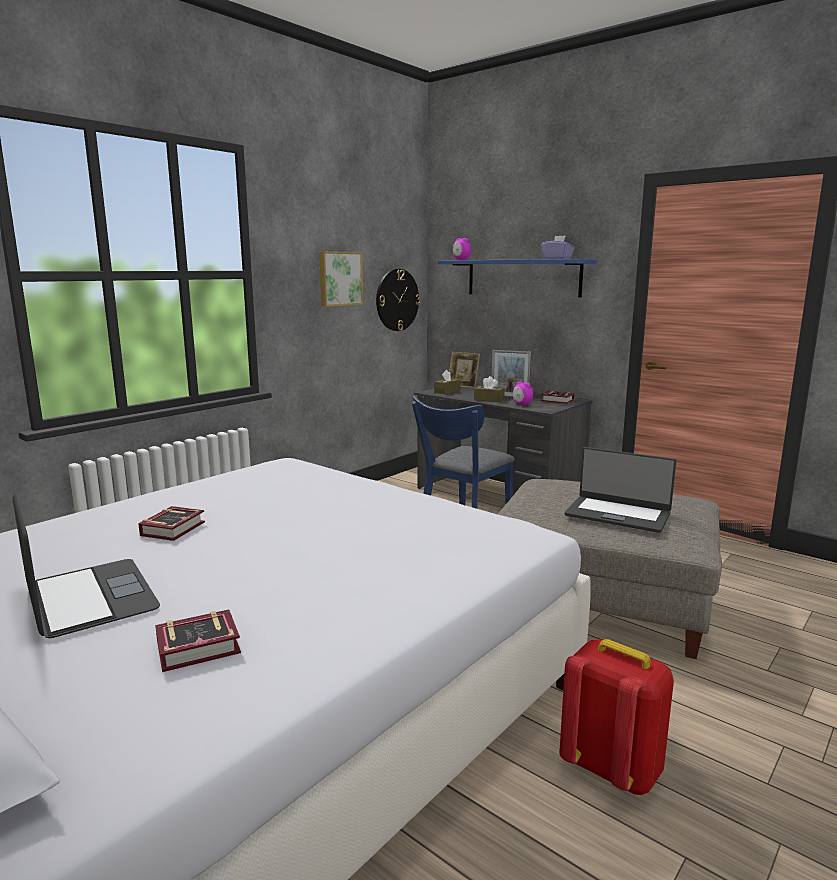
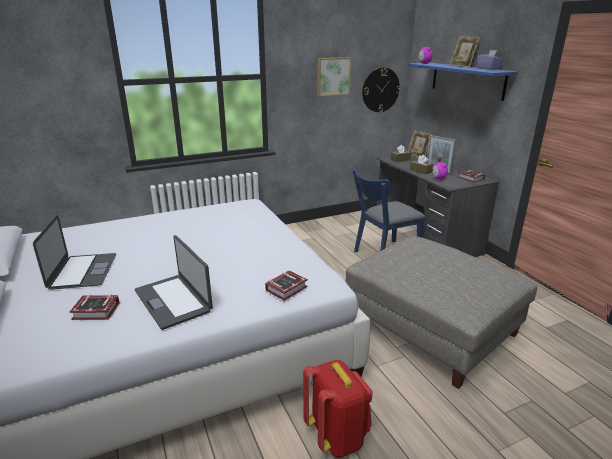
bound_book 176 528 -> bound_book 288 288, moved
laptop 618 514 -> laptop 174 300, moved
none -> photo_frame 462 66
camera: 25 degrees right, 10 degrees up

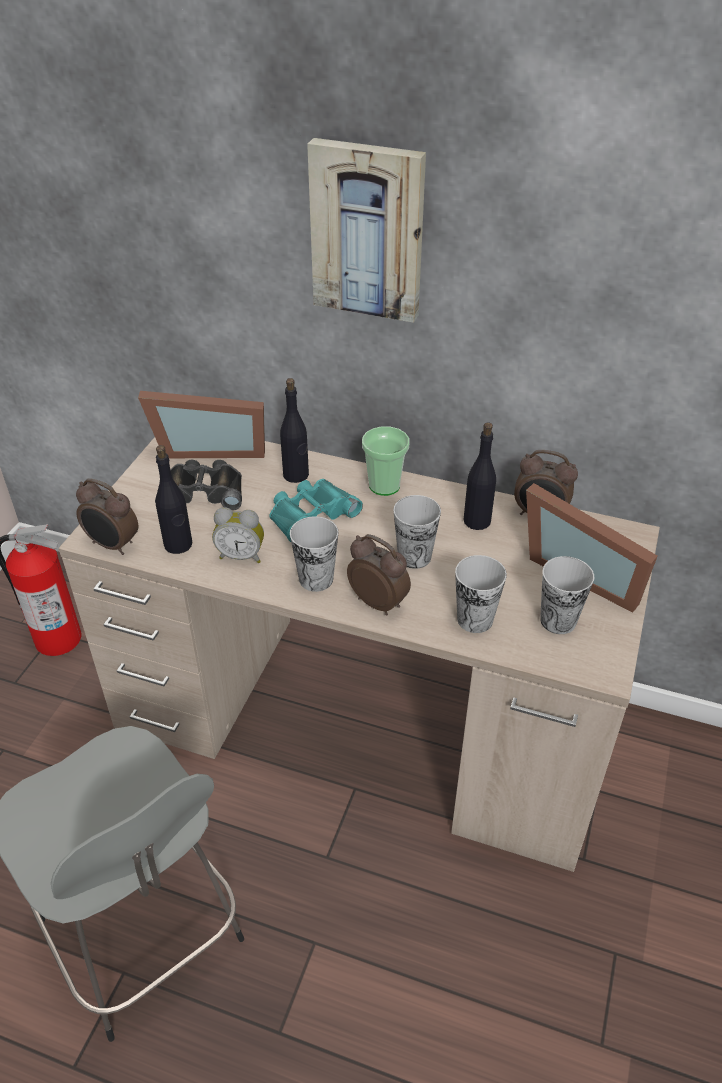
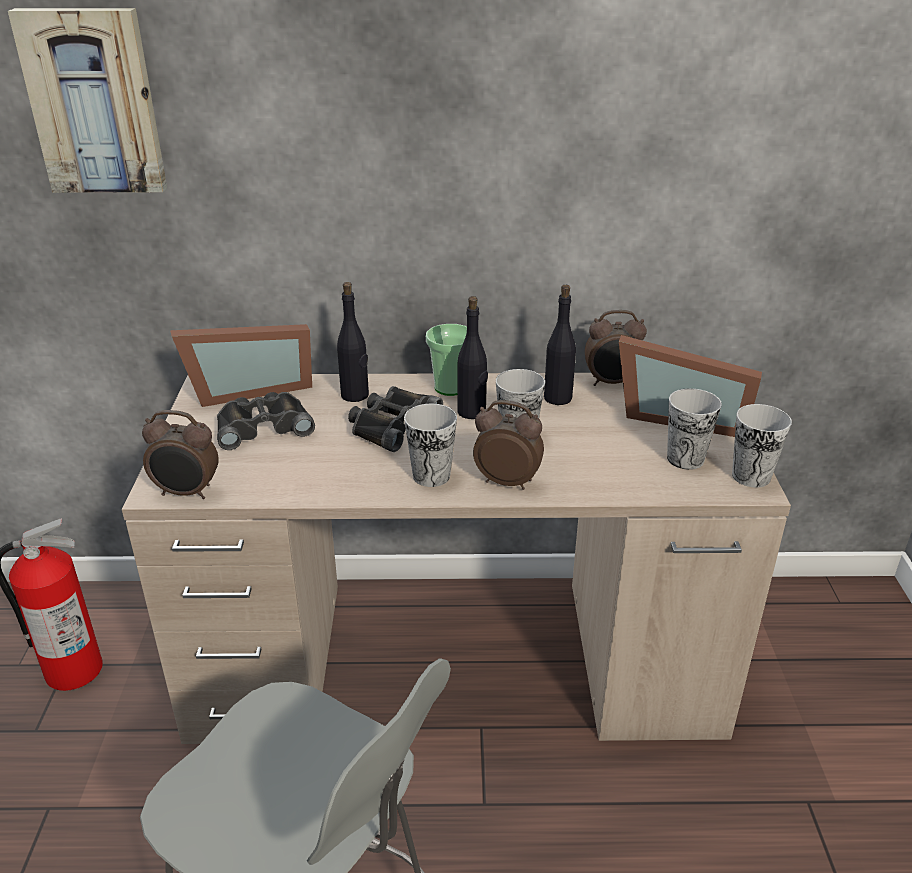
blackish_beverage_bottle 178 545 -> blackish_beverage_bottle 472 412, moved
bedside_clock 241 555 -> none
blue-green_field_glasses 310 515 -> blackish_field_glasses 391 424
wall_art 368 230 -> wall_art 95 102, moved
cup 475 619 -> cup 751 476, moved
camera: 20 degrees left, 10 degrees down

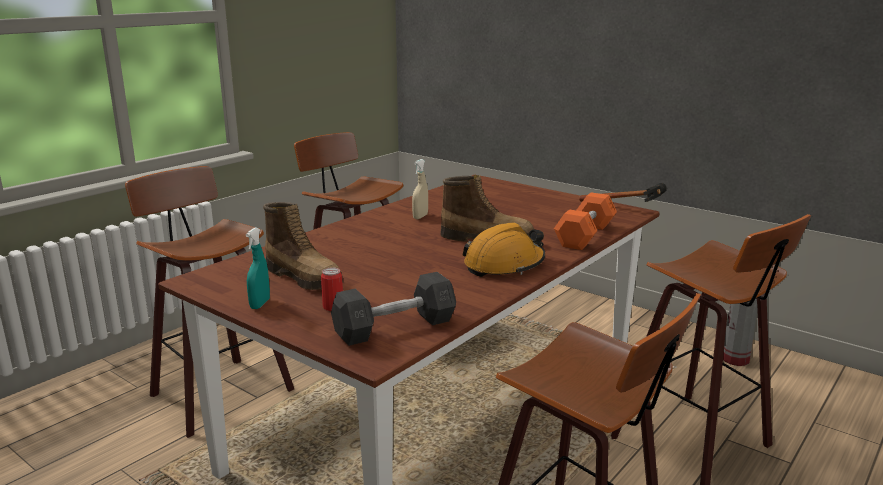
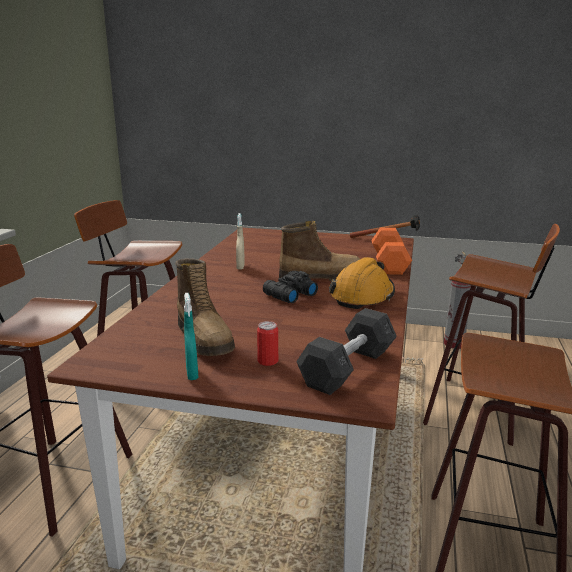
high-top_boot 305 278 -> high-top_boot 206 339, 45 degrees clockwise
none -> blackish_field_glasses 288 295
camera: 25 degrees left, 0 degrees up

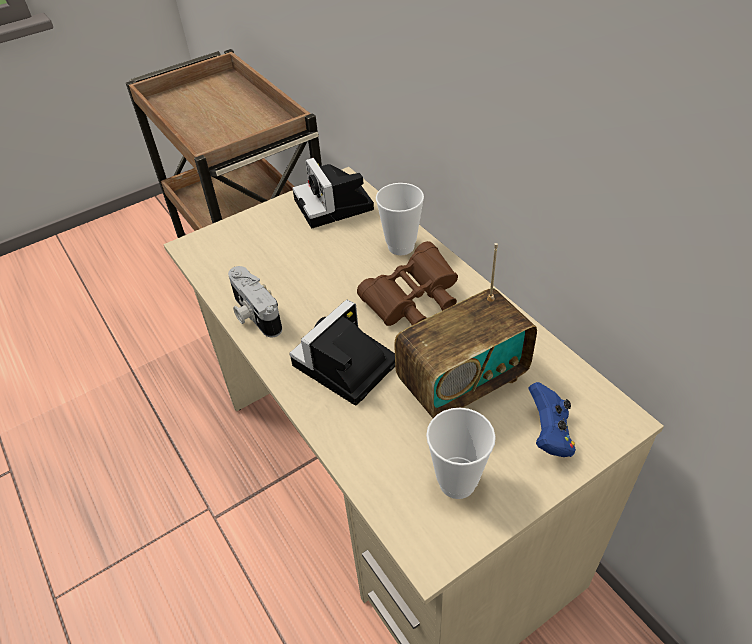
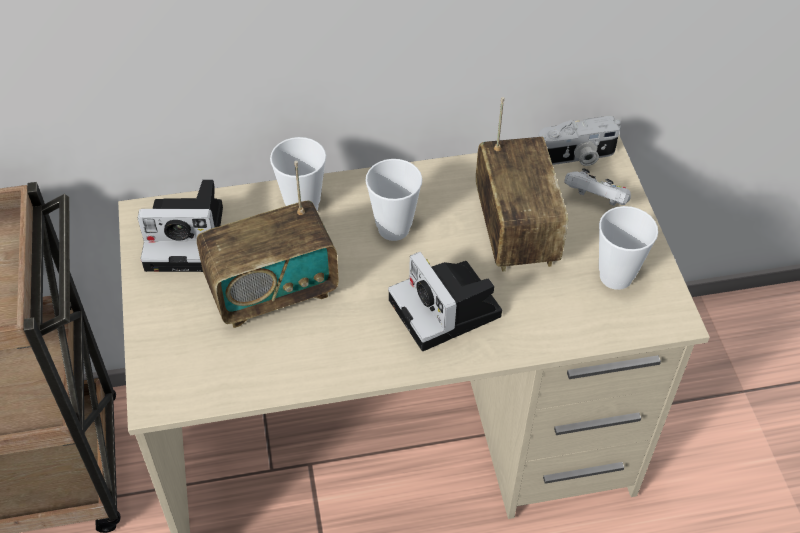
photo_camera 254 314 -> photo_camera 576 157, moved
brown-coloured_field_glasses 412 303 -> cup 393 228
blue-coloured_gamepad 549 434 -> white_gamepad 596 200
none -> radio_receiver 272 291
camera: 70 degrees left, 5 degrees up

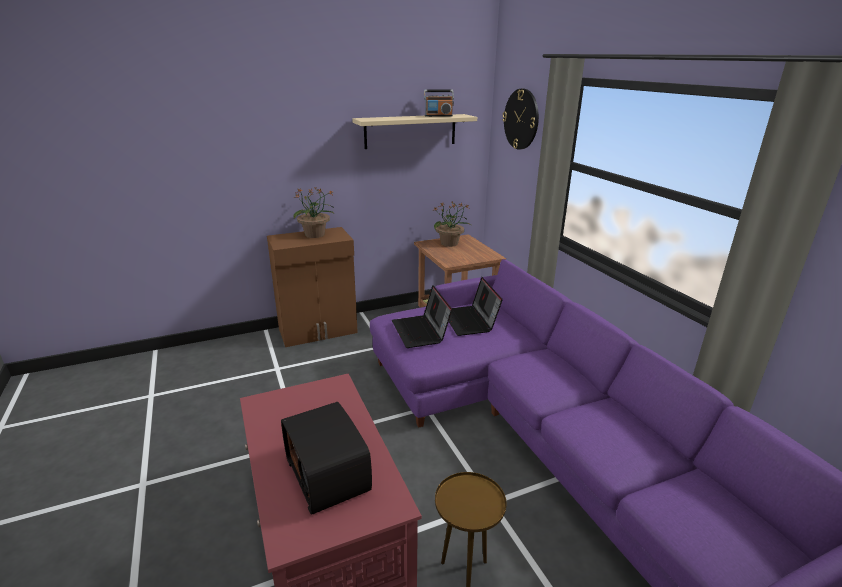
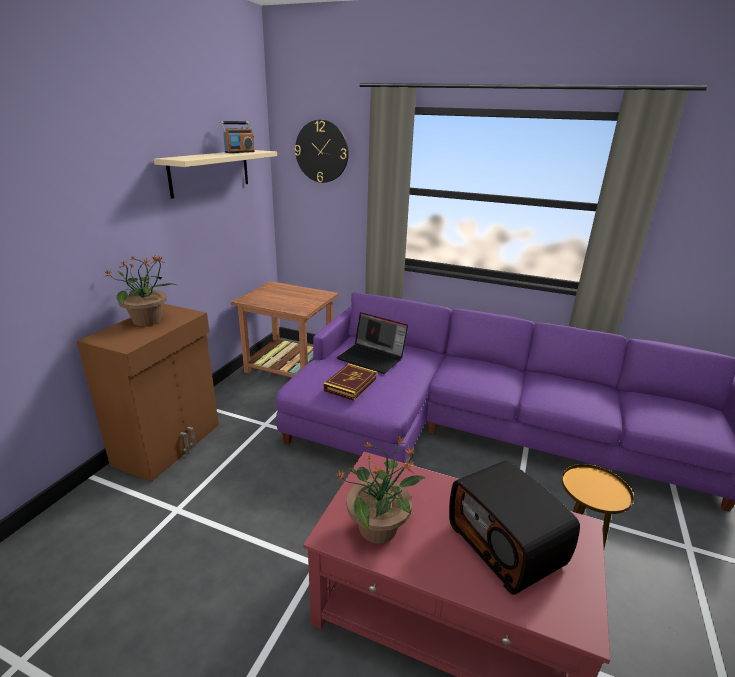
radio_receiver 329 475 -> radio_receiver 506 544, 45 degrees clockwise
laptop 421 332 -> bound_book 351 384
houseplant 450 243 -> houseplant 379 527, moved
camera: 45 degrees left, 0 degrees up

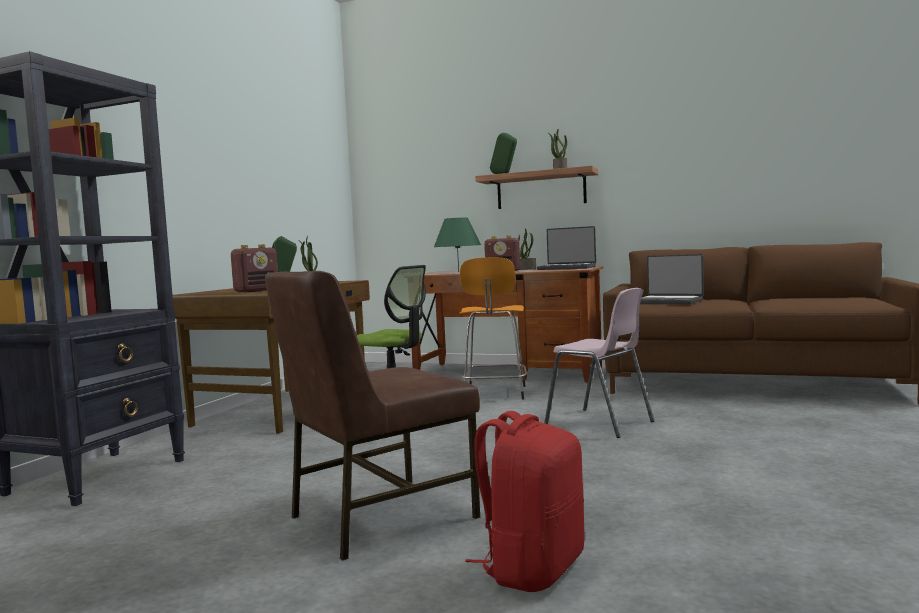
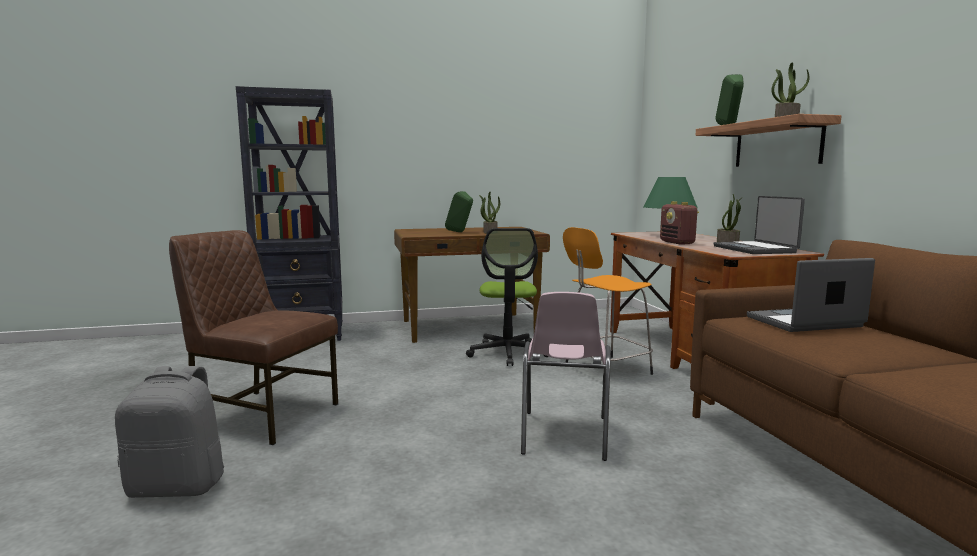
radio_receiver 257 291 -> none
red_backpack 532 568 -> gray_backpack 179 486
laptop 668 301 -> laptop 805 322, 75 degrees clockwise
camera: 55 degrees right, 5 degrees up

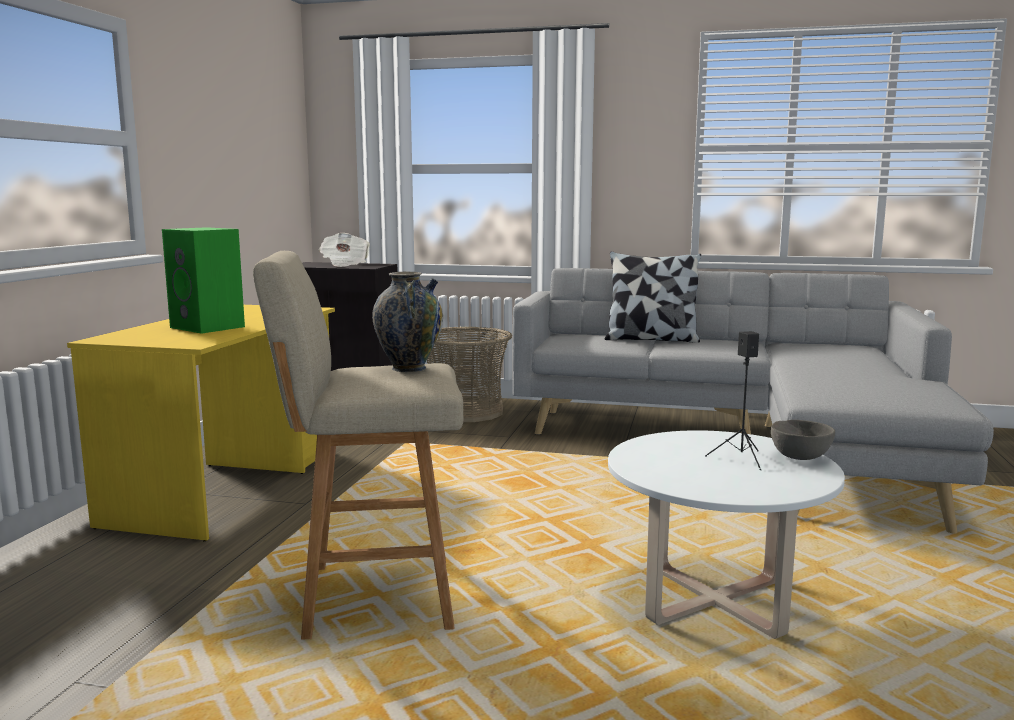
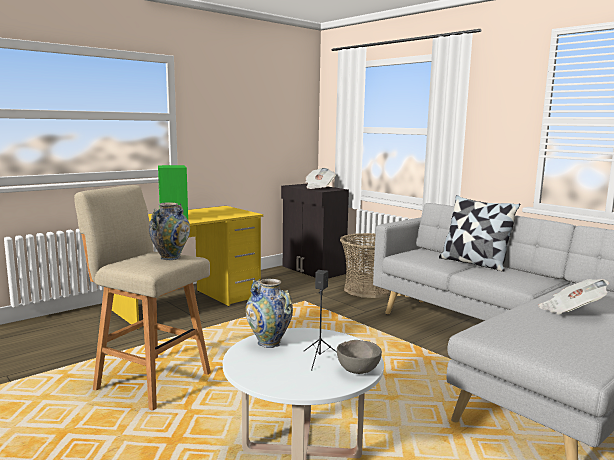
none -> flower_vase 269 343
none -> newspaper 571 311
camera: 35 degrees right, 0 degrees up

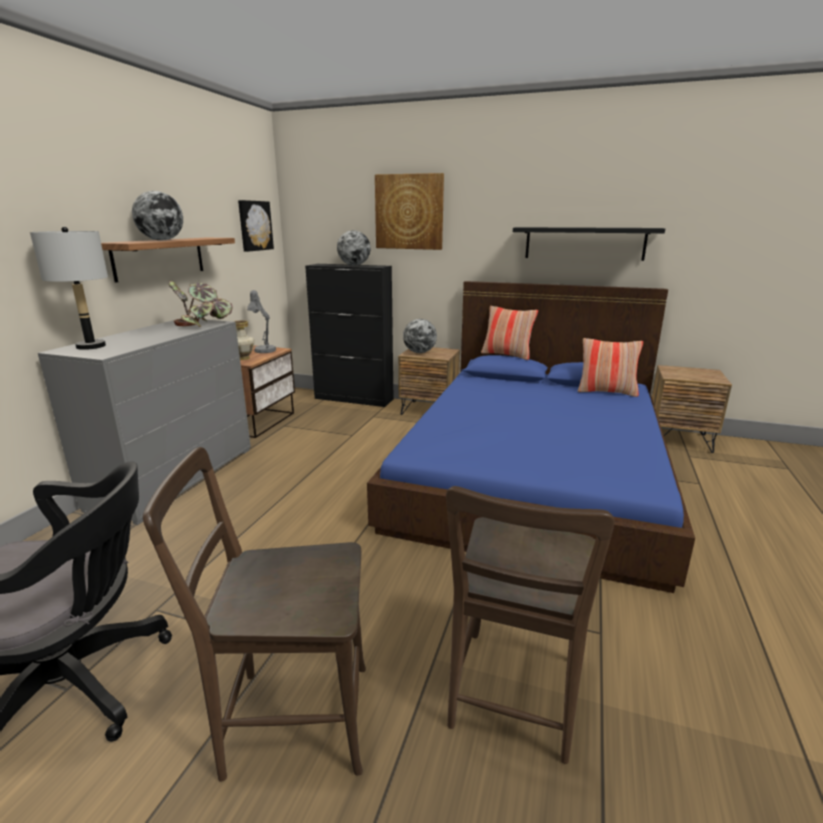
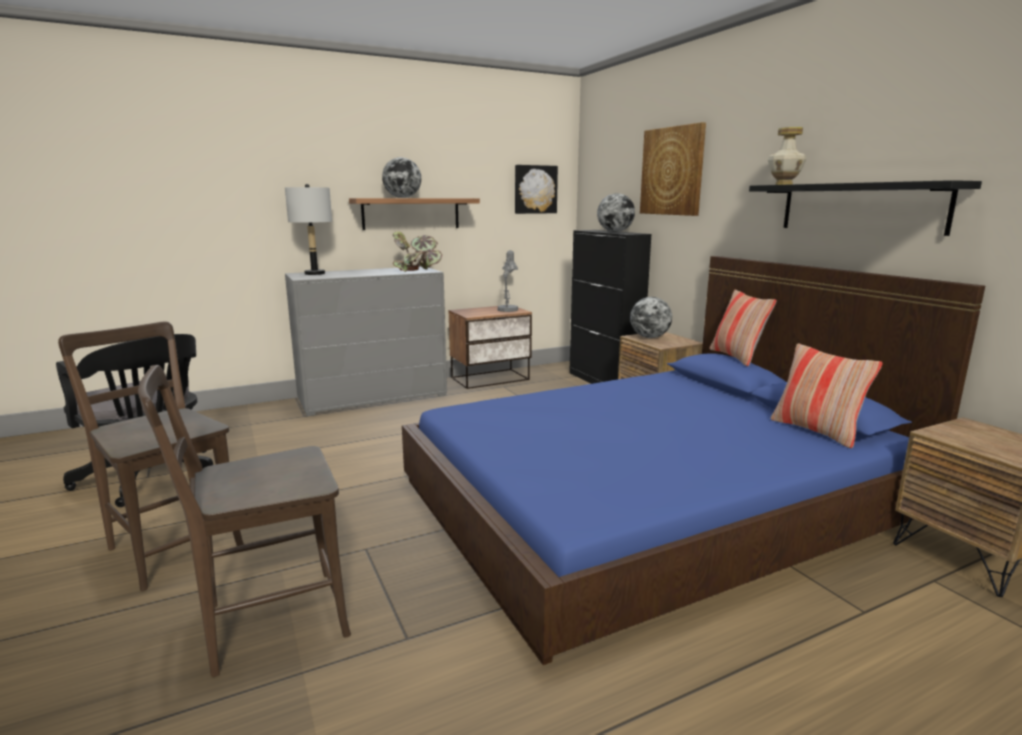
flower_vase 244 358 -> flower_vase 784 184, moved
camera: 45 degrees right, 5 degrees down

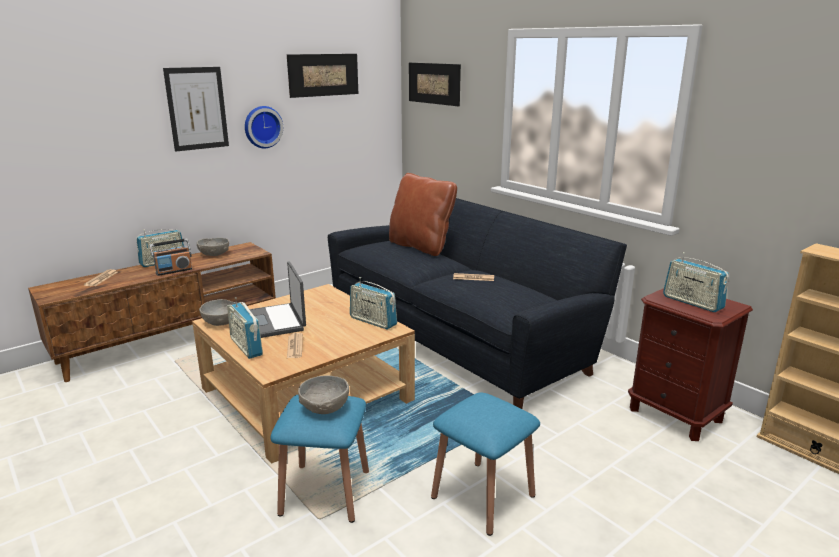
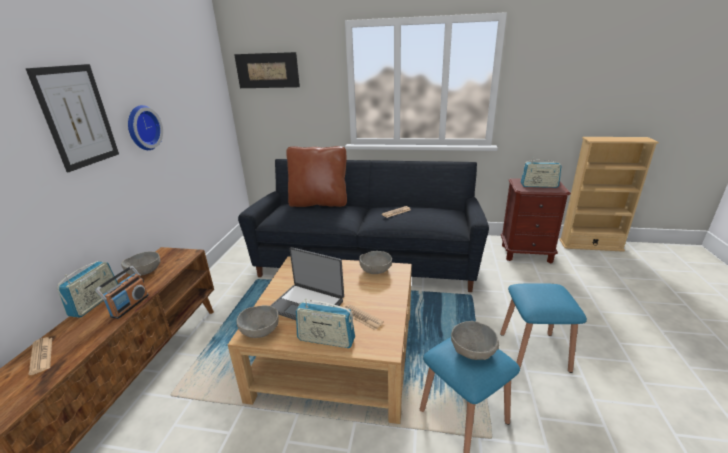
wall_art 323 75 -> none
radio_receiver 373 321 -> gray_deep_dish 375 270
camera: 40 degrees left, 5 degrees up

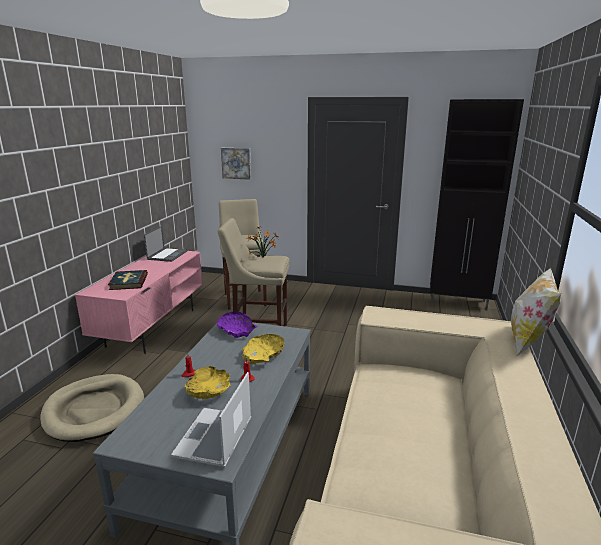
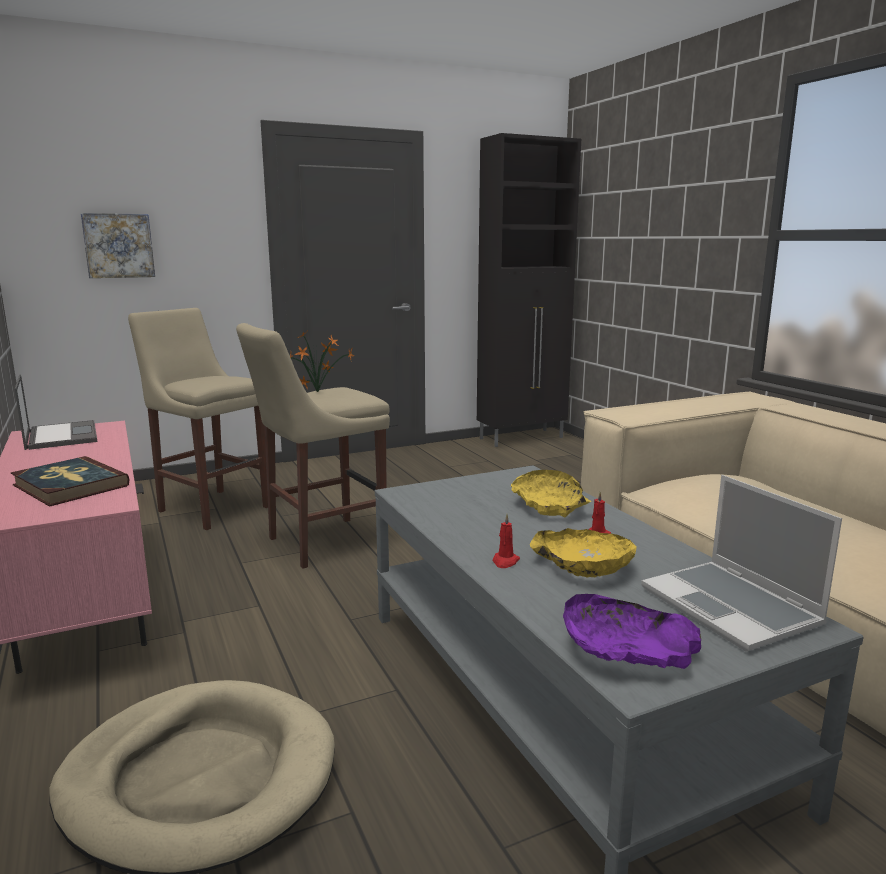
purple_deep_dish 237 331 -> purple_deep_dish 626 651, moved
pillow 528 341 -> none
camera: 40 degrees left, 5 degrees down

